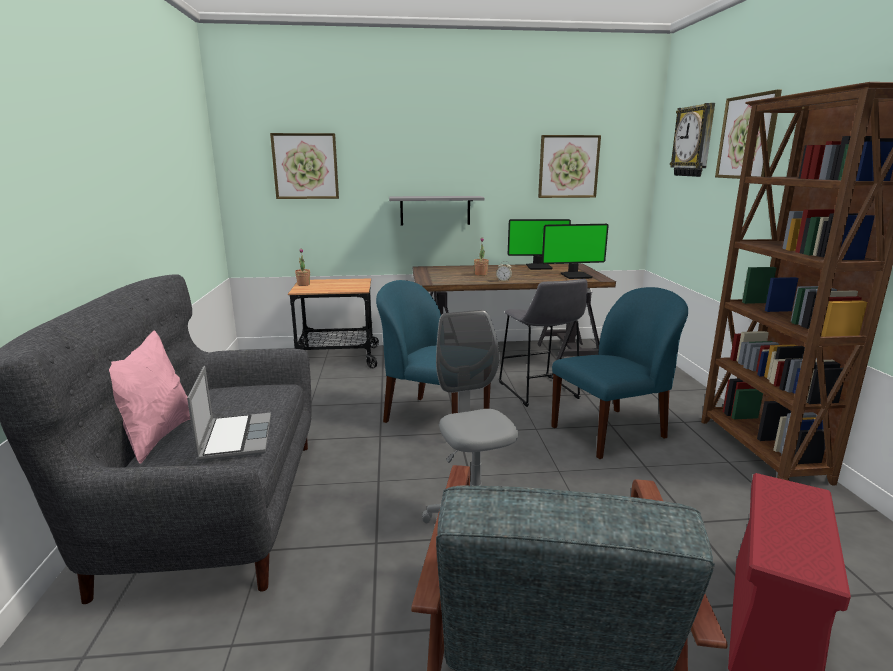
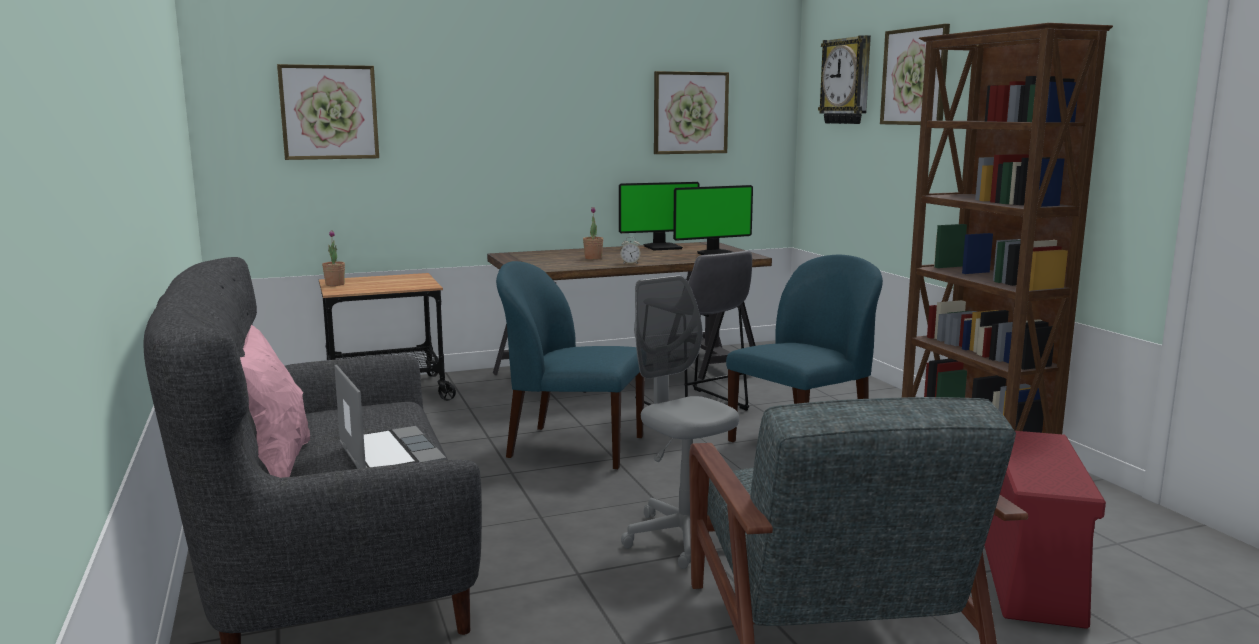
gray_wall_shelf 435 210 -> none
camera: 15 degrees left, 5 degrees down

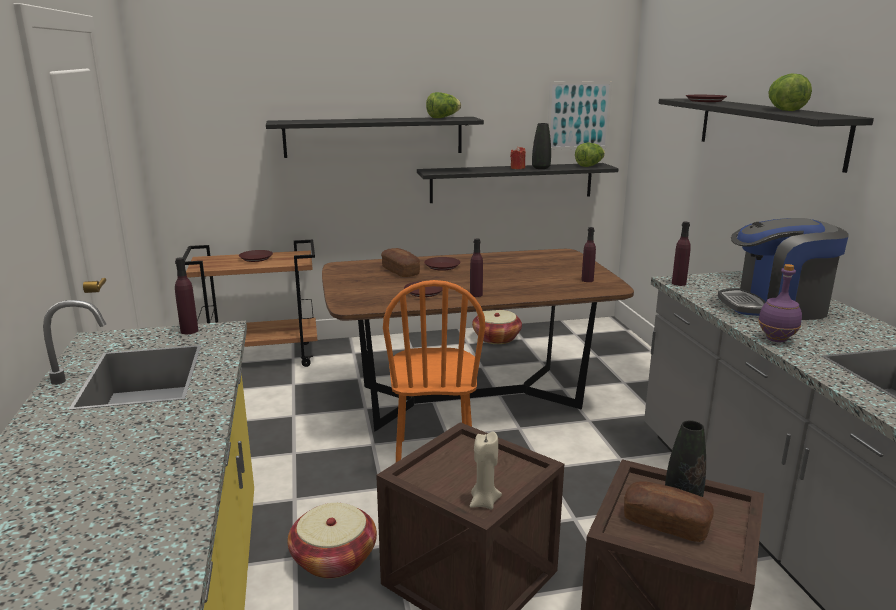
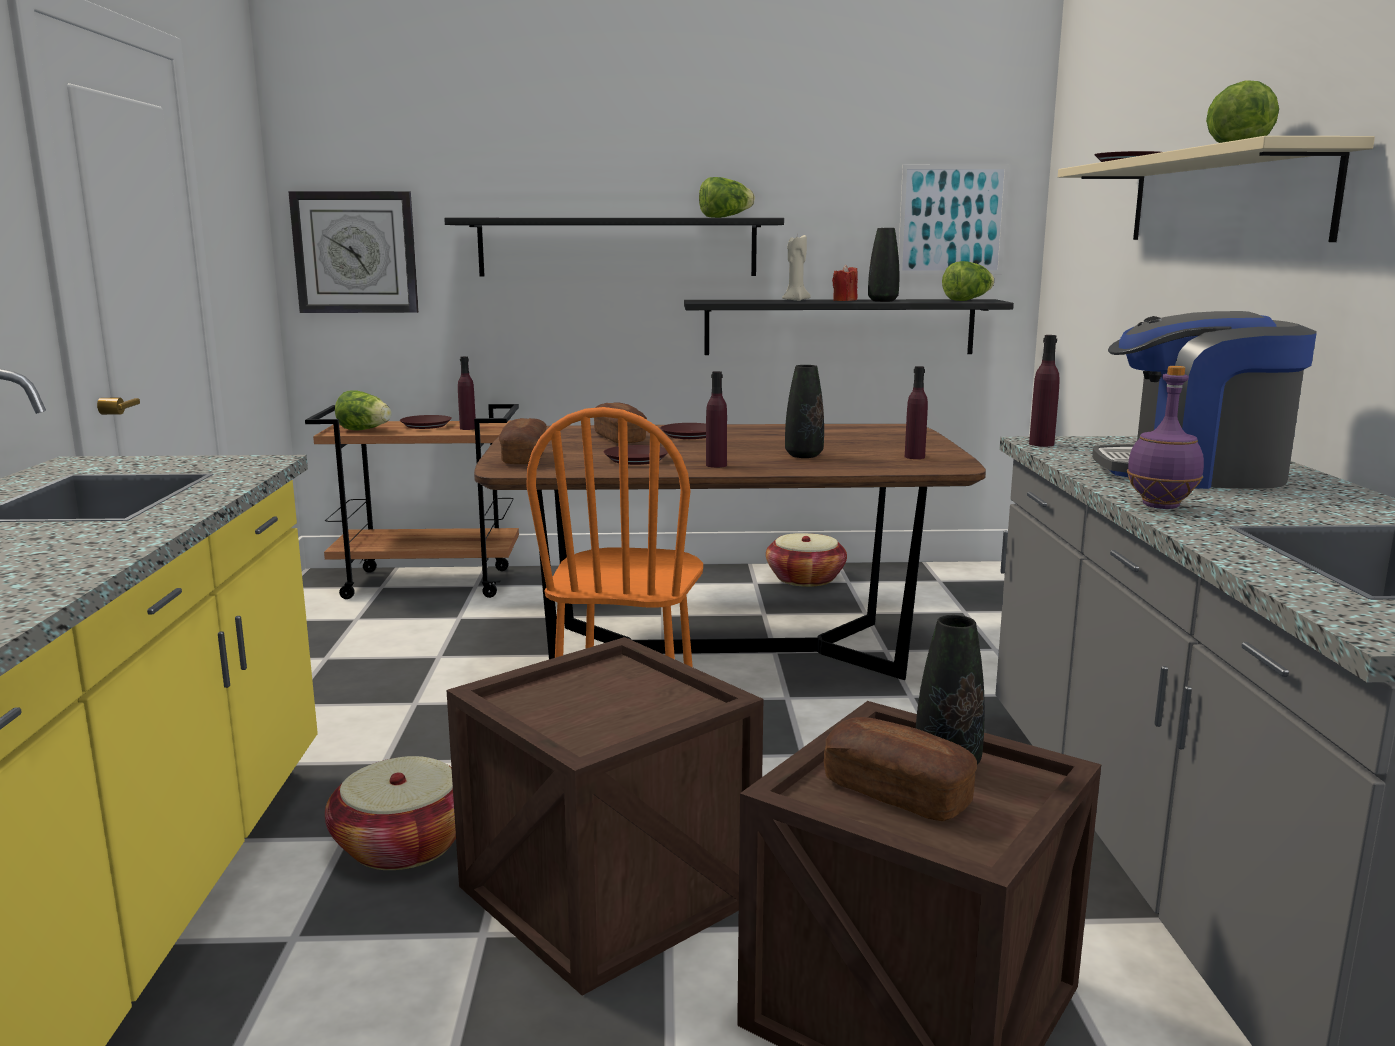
purple_beverage_bottle 189 331 -> purple_beverage_bottle 468 428, moved
sand-coloured_wax_light 484 502 -> sand-coloured_wax_light 795 300, moved
blackish_wall_shelf 767 130 -> sand-coloured_wall_shelf 1223 198
none -> wall_clock 355 252
none -> head_of_lettuce 364 430
none -> bread 524 457
none -> blackish_flower_vase 804 455
camera: 10 degrees right, 5 degrees down

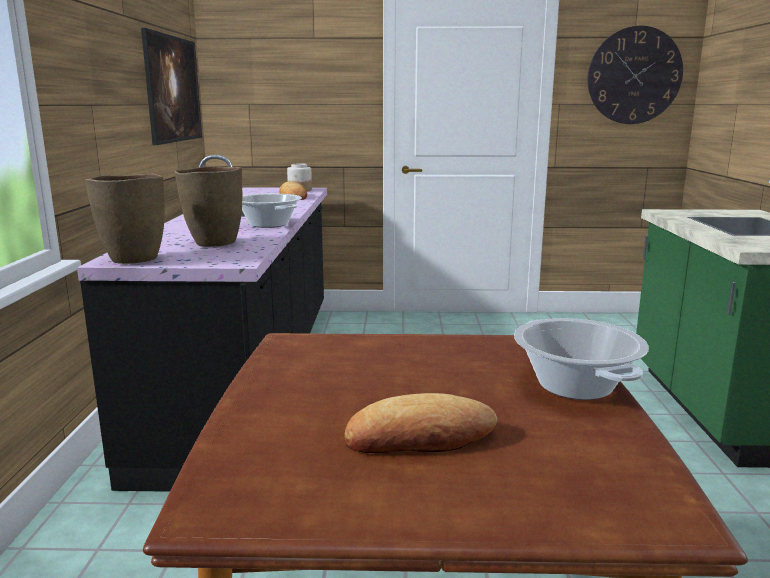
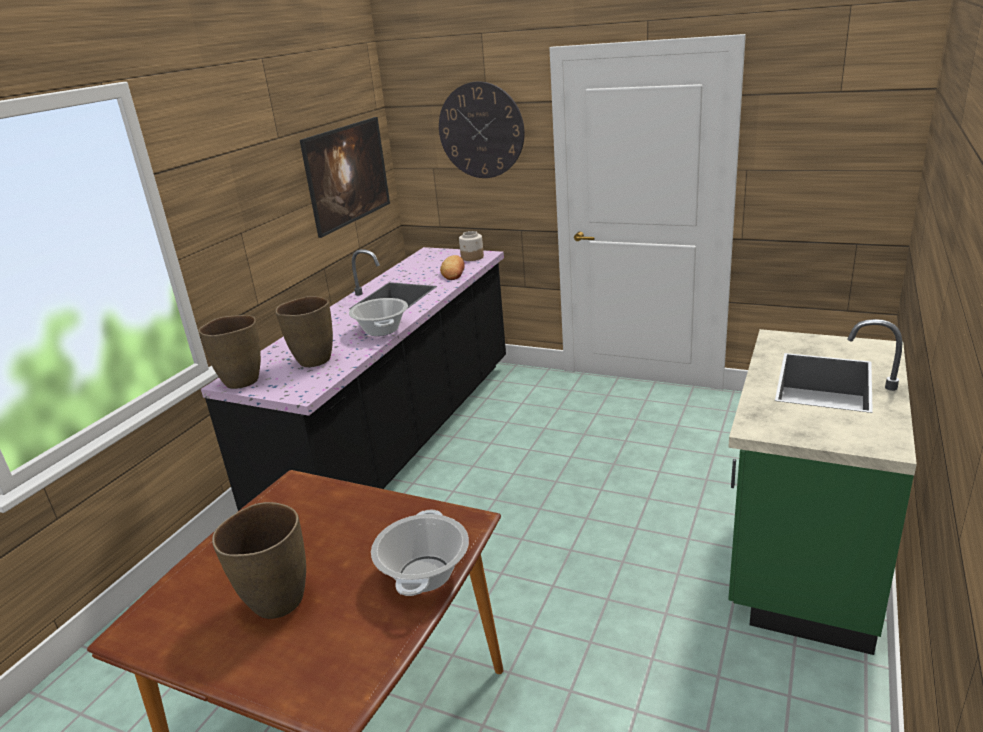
bread 419 437 -> brown-coloured_flower_vase 276 602
wall_clock 634 75 -> wall_clock 481 130, moved
camera: 25 degrees right, 10 degrees up

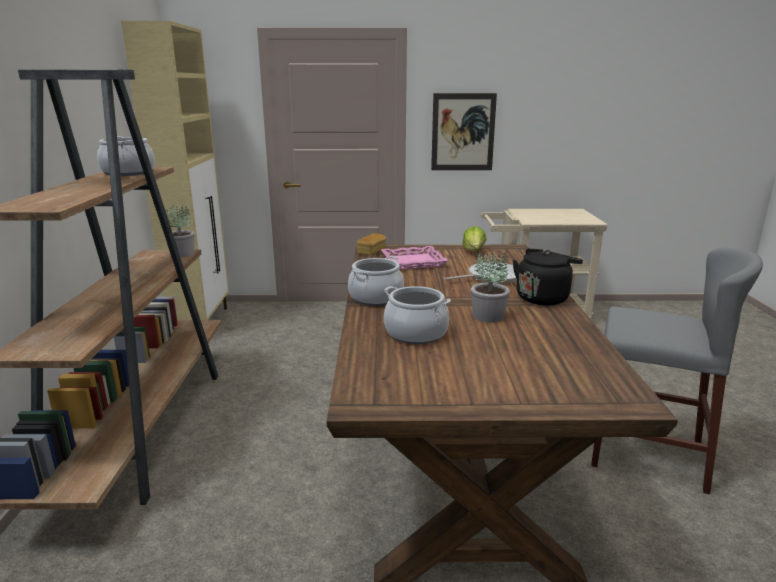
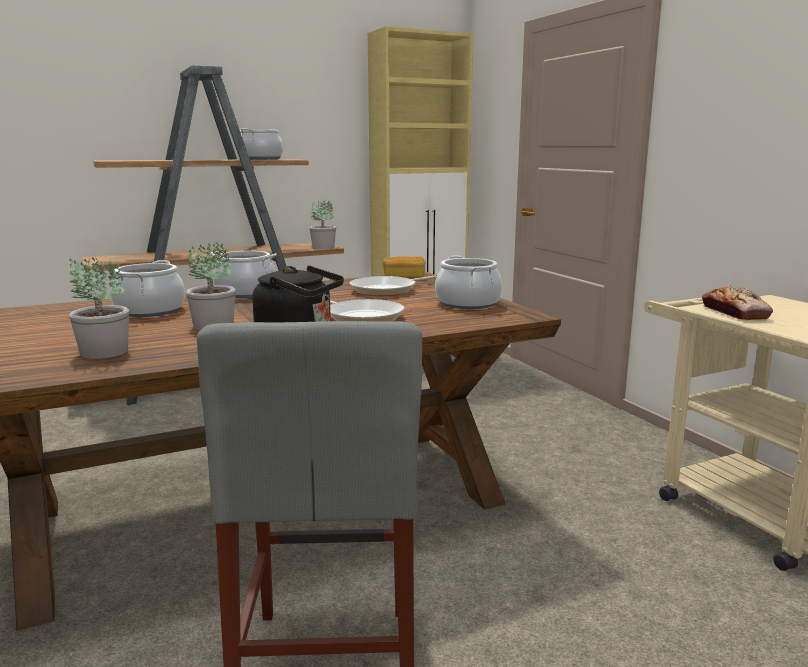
pink_tray 413 262 -> skillet 386 290
wall_art 463 132 -> none
head_of_lettuce 473 252 -> saucepot 468 303
none -> houseplant 103 352
none -> bread 734 313
camera: 65 degrees right, 5 degrees down

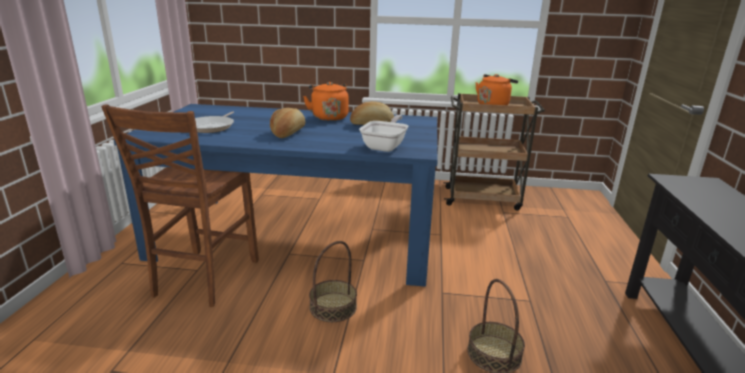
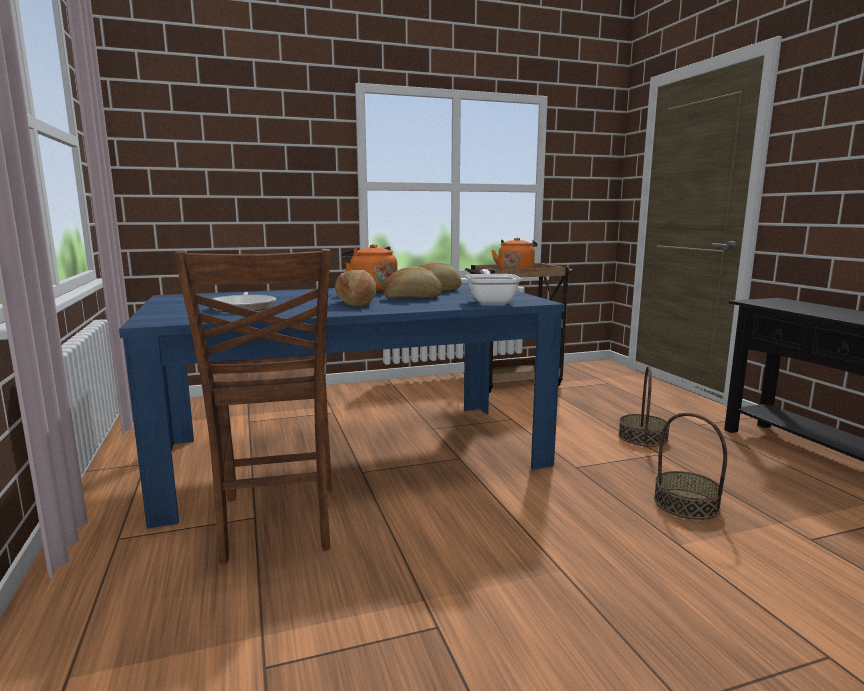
storage_basket 333 307 -> storage_basket 642 437, moved
none -> bread 412 298
camera: 25 degrees left, 10 degrees down

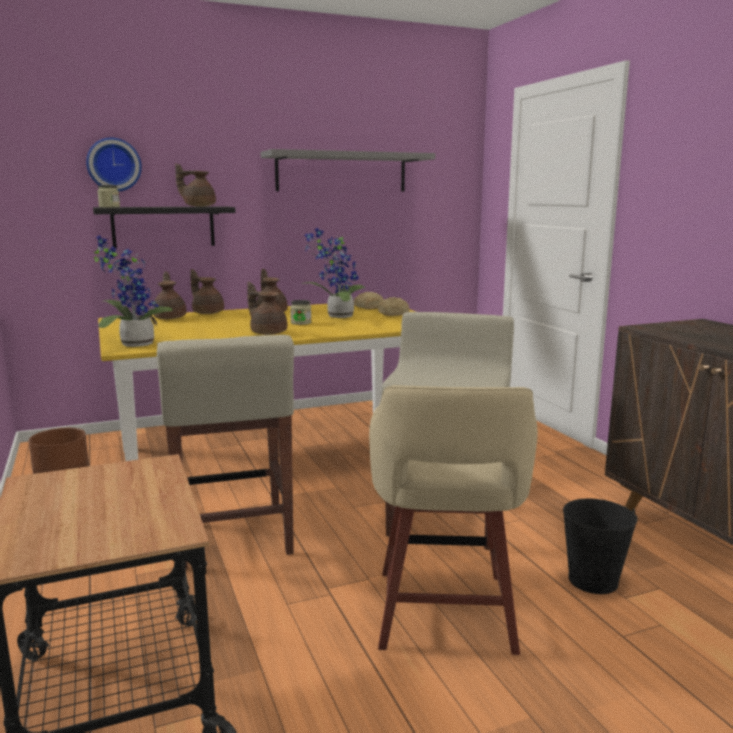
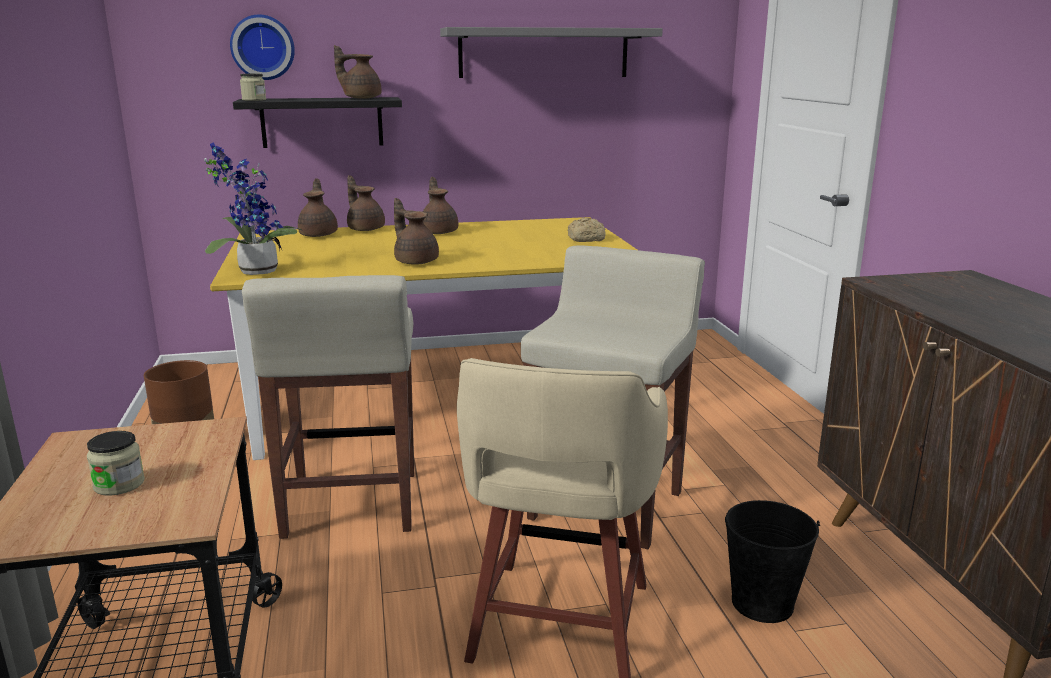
preserve_jar 301 323 -> preserve_jar 119 484, moved
houseplant 337 316 -> none
bread 369 307 -> none
camera: 10 degrees right, 5 degrees up

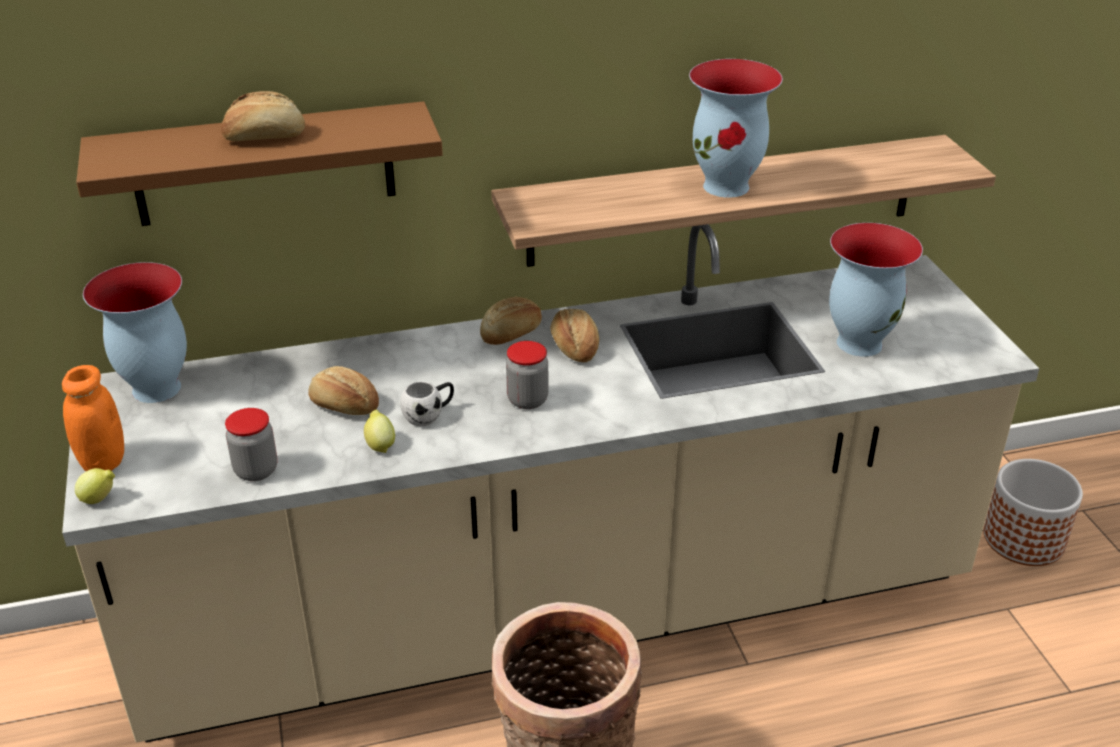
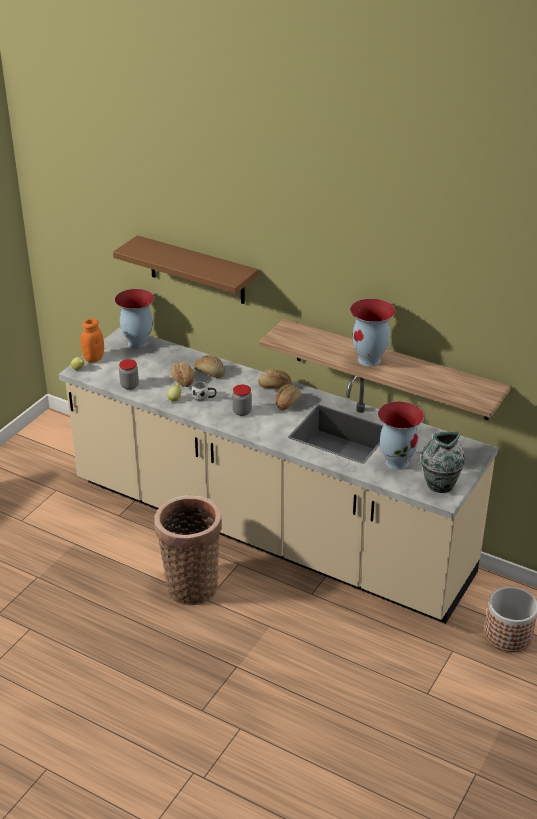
bread 264 136 -> bread 210 373, moved
none -> flower_vase 439 485
camera: 45 degrees right, 0 degrees up

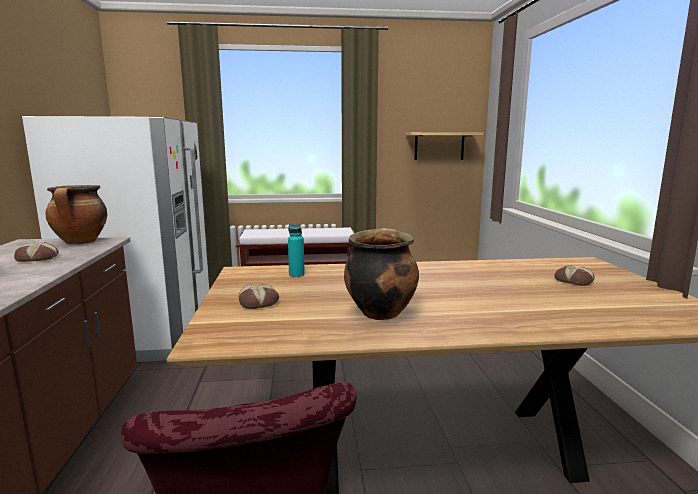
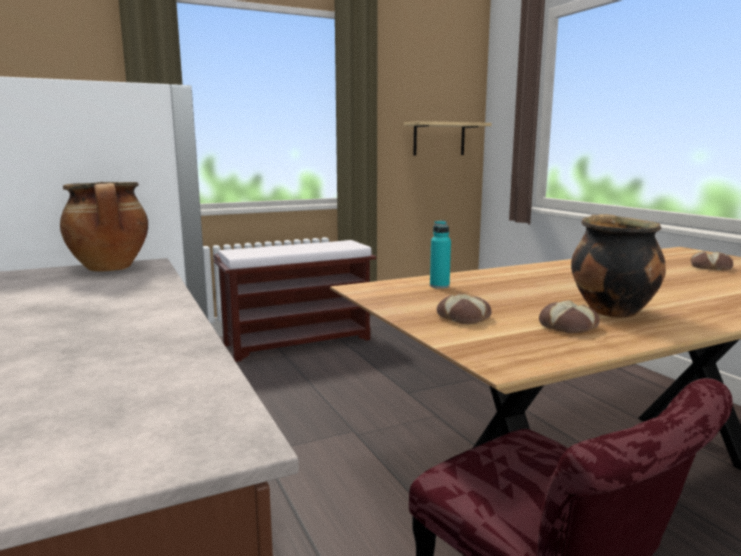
bread 36 258 -> bread 569 326, moved
camera: 20 degrees left, 0 degrees up

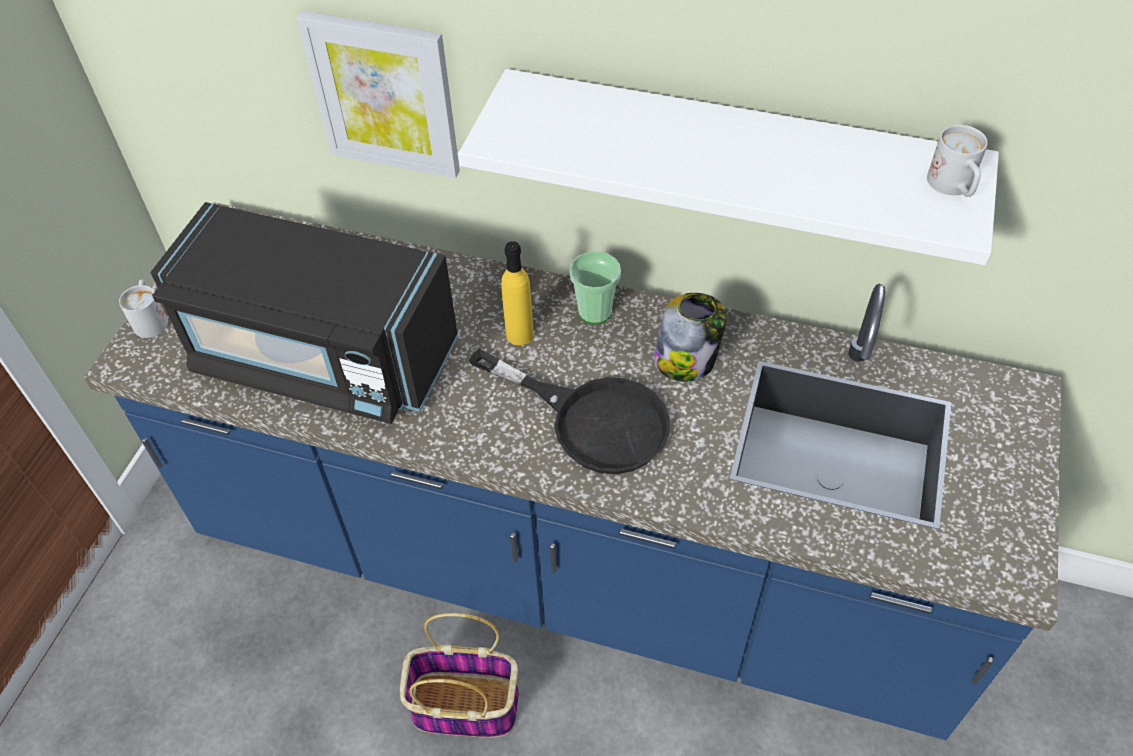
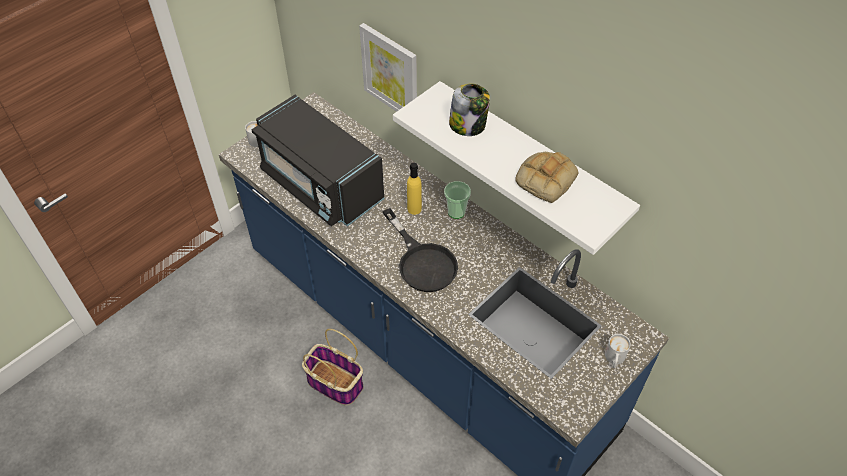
preserve_jar 686 360 -> preserve_jar 468 125, moved
white_mug 953 187 -> white_mug 614 359, moved
none -> bread 545 178
camera: 25 degrees right, 0 degrees up

